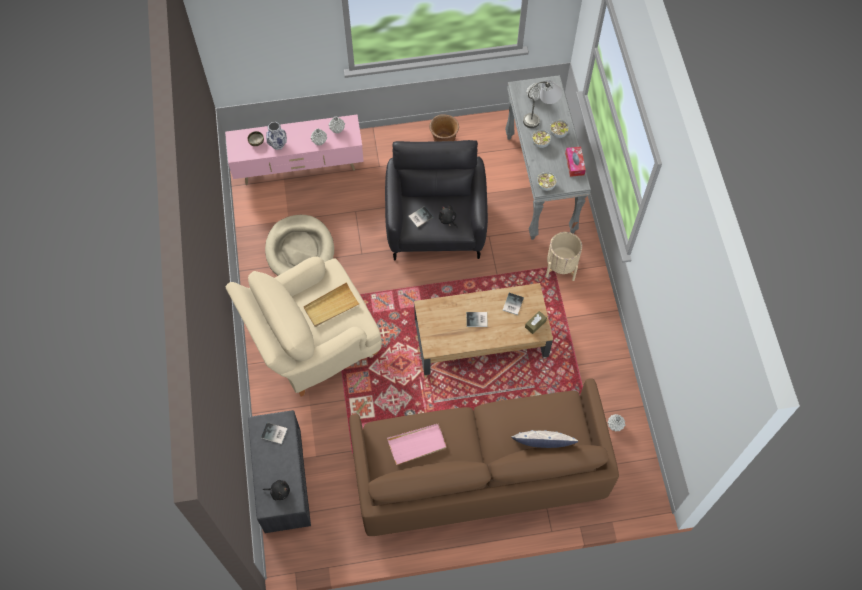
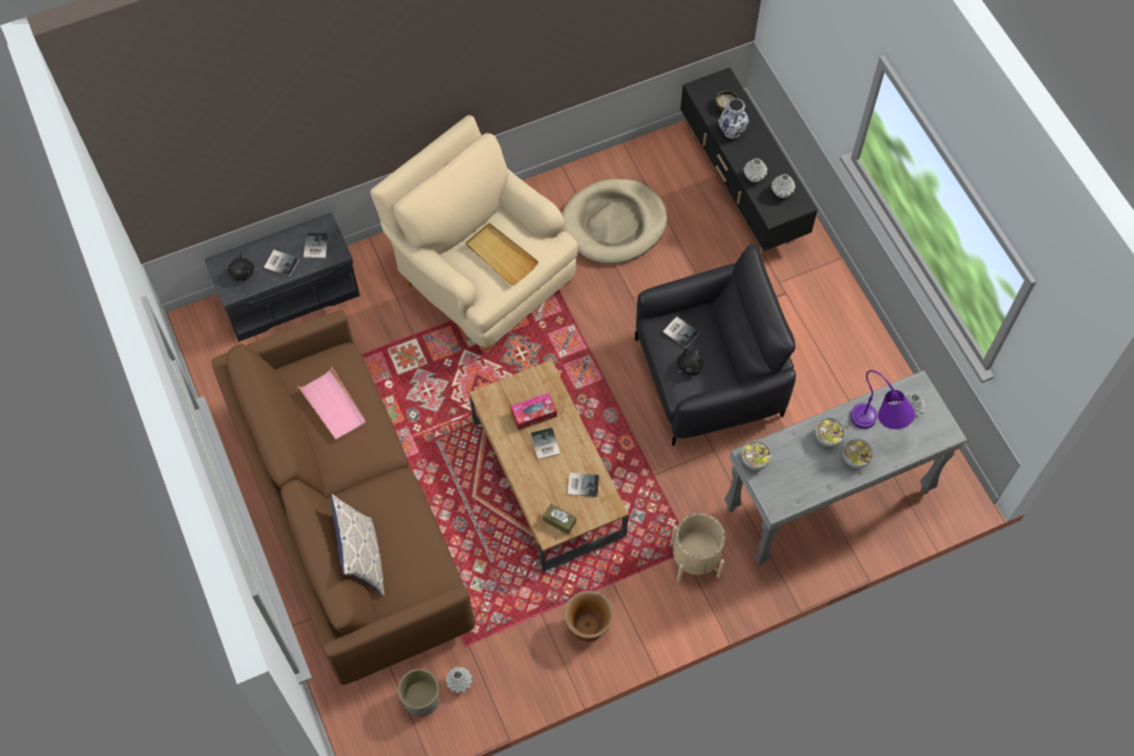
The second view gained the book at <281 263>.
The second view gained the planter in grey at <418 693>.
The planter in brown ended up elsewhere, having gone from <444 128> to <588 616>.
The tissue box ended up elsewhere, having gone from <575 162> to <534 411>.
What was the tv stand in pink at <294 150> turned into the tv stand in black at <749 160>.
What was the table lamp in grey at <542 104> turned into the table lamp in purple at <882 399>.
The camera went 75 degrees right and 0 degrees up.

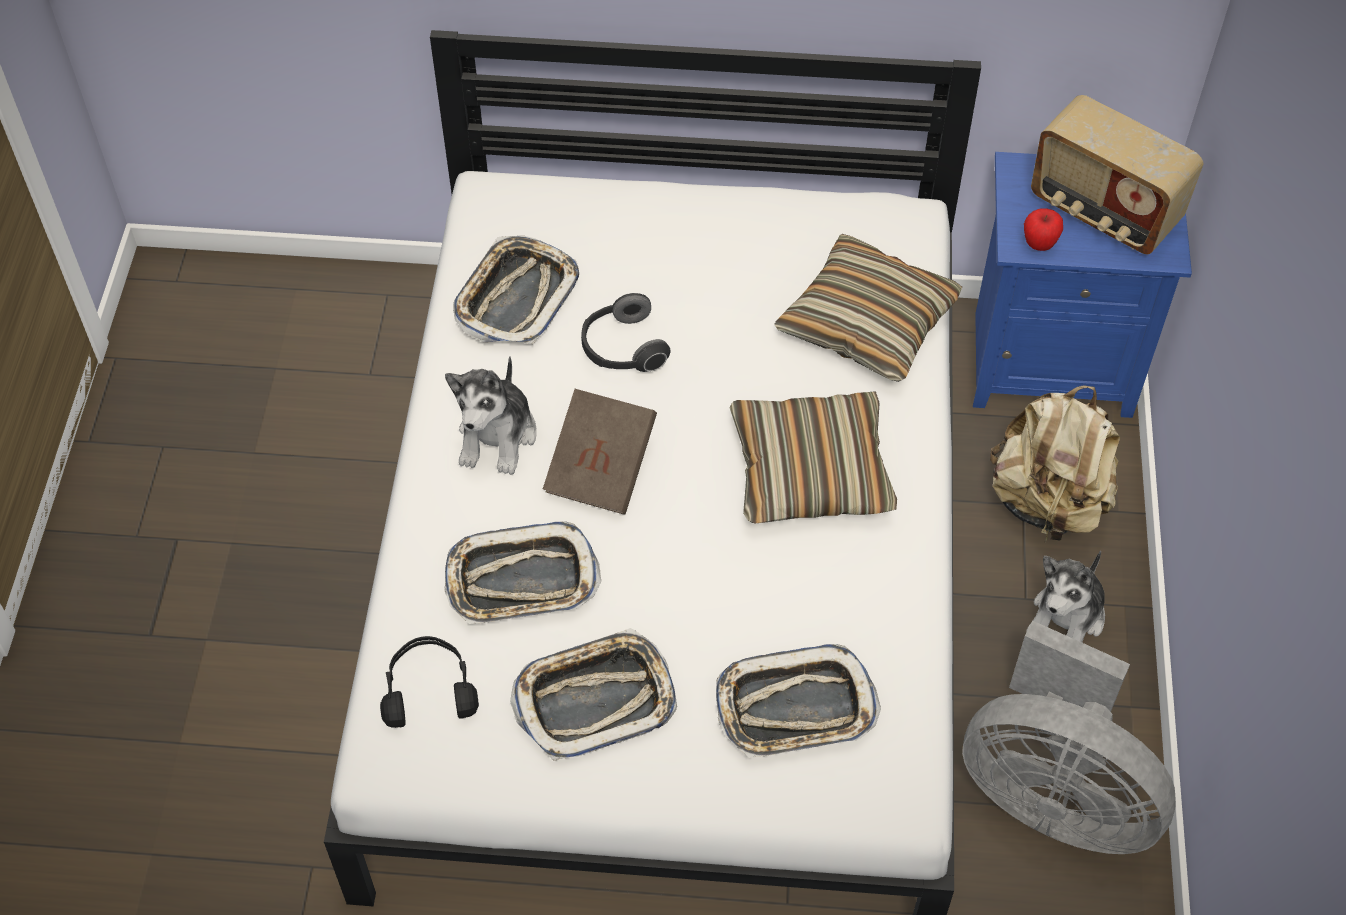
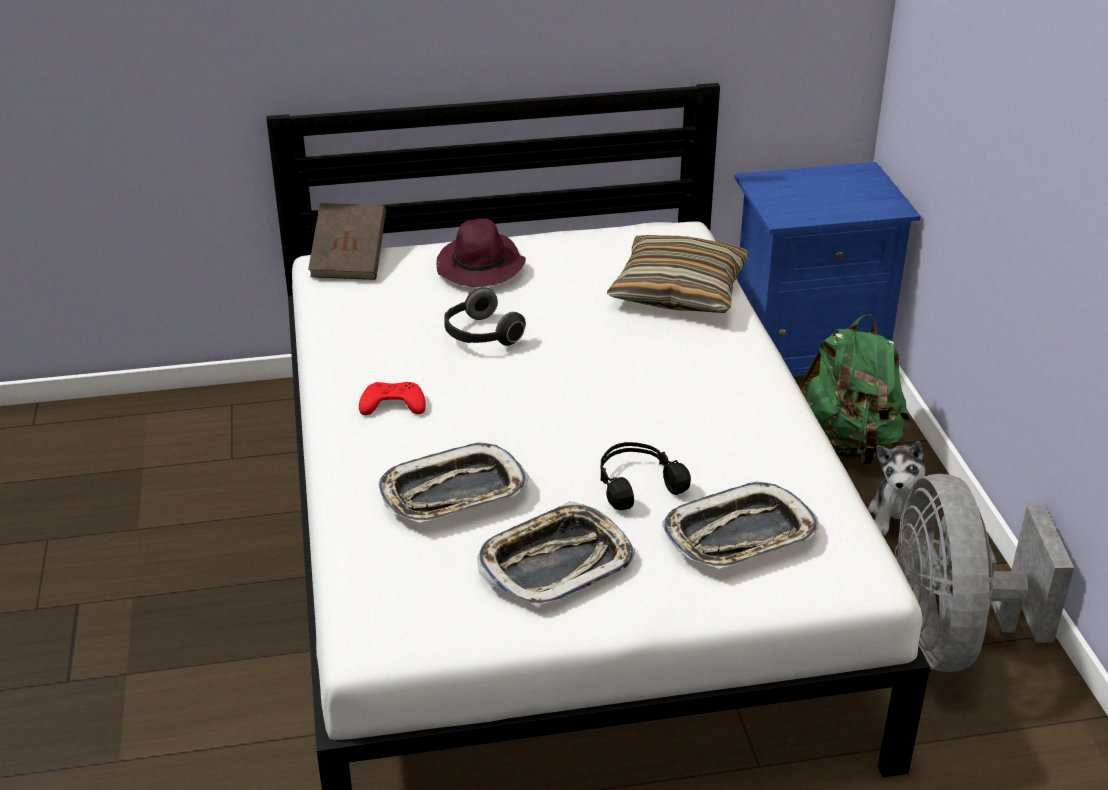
The second view lost the tray at <516 290>.
The second view lost the pillow at <813 457>.
The second view lost the apple at <1043 229>.
The second view lost the radio at <1117 174>.
The second view gained the hat in purple at <481 253>.
The headphones in black ended up elsewhere, having gone from <429 682> to <646 476>.
The book in brown ended up elsewhere, having gone from <600 452> to <347 241>.
Where the plush toy stood at <491 415>, the game controller in red came to stand at <392 398>.
What was the backpack in beige at <1055 463> turned into the backpack in green at <854 389>.
The fan in grey at <1069 737> ended up facing another way, 75 degrees clockwise from before.
The camera went 15 degrees left and 20 degrees down.

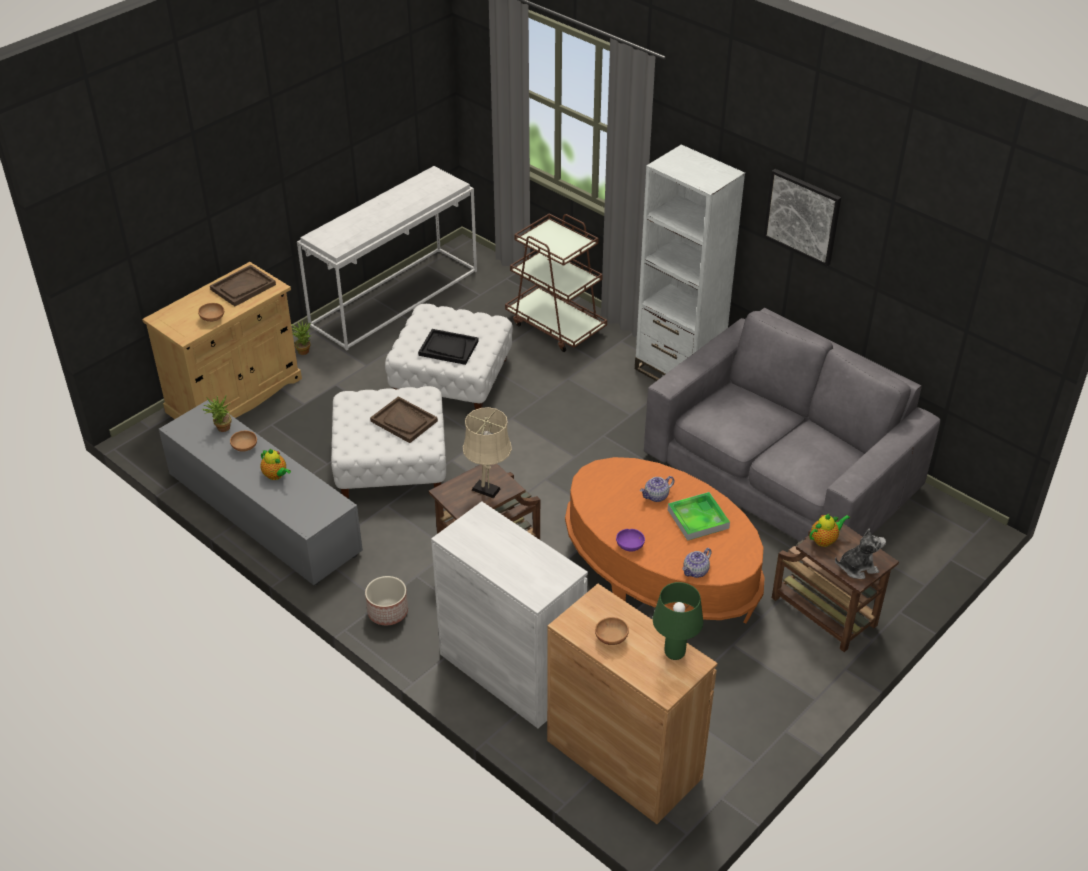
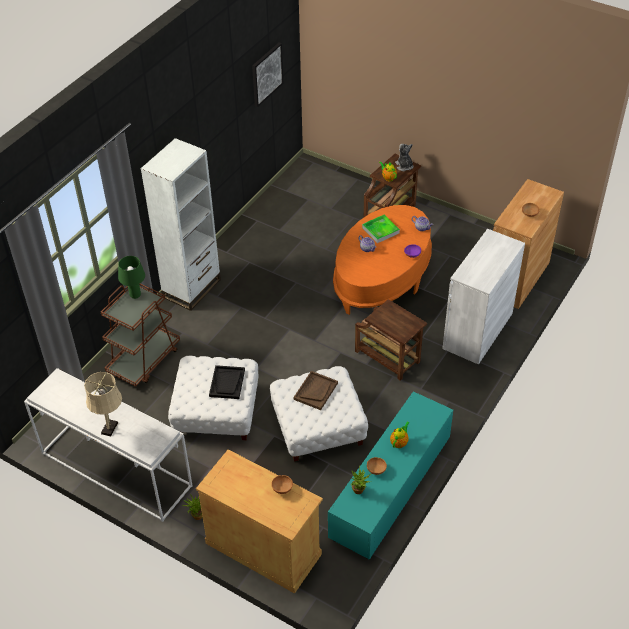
The second view lost the tray in brown at <243 285>.
The second view lost the planter at <386 600>.
The second view lost the sofa in grey at <792 424>.
The table lamp in beige ended up elsewhere, having gone from <487 453> to <103 404>.
The table lamp in green ended up elsewhere, having gone from <678 621> to <131 277>.
The picture ended up elsewhere, having gone from <802 217> to <267 74>.
What was the tv stand in grey at <261 492> turned into the tv stand in turquoise at <390 475>.
The camera went 100 degrees left and 5 degrees up.

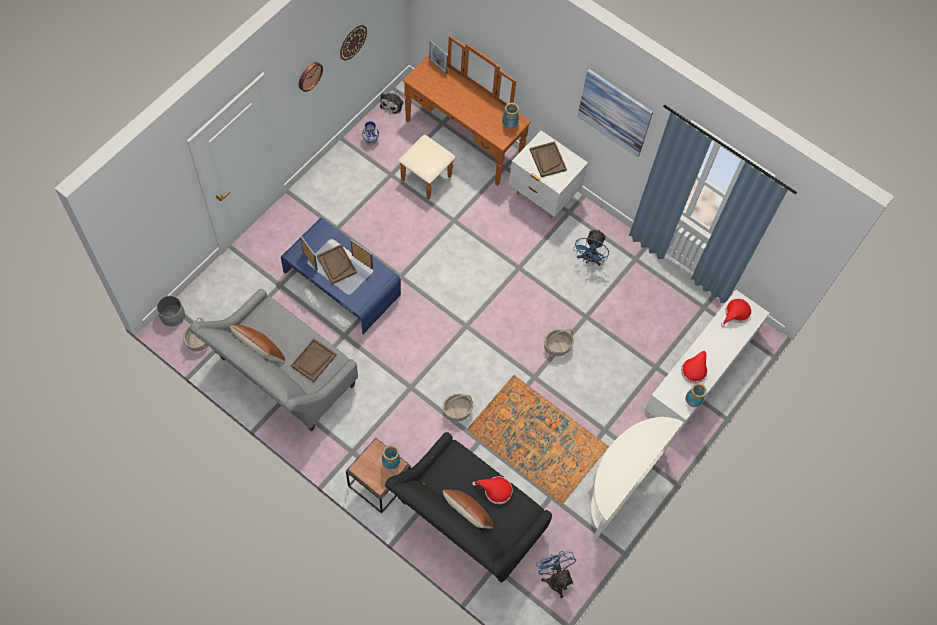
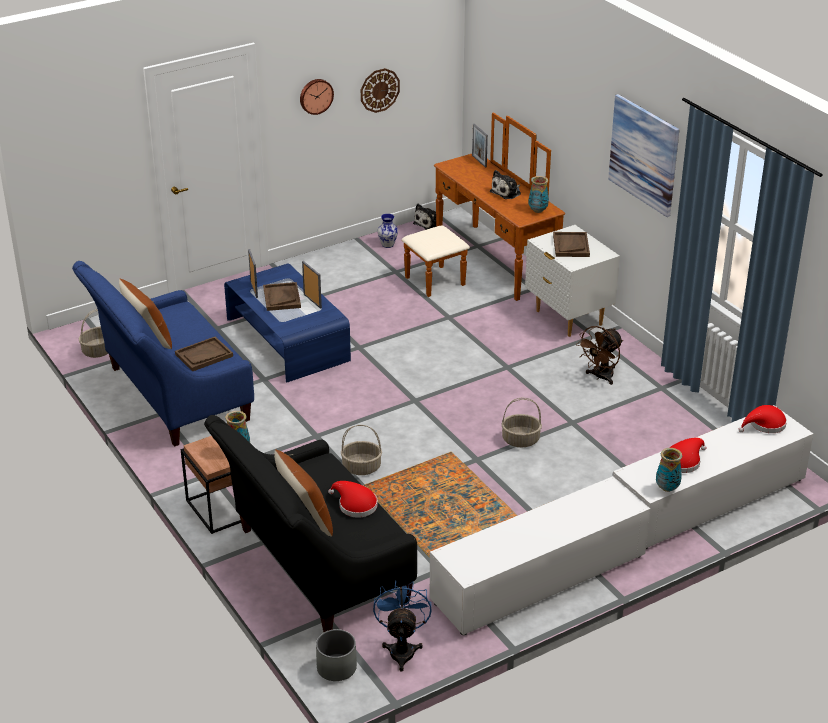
The second view gained the plush toy at <505 184>.
The planter in grey ended up elsewhere, having gone from <171 311> to <336 655>.
Where the console table in white stood at <636 478>, the tv stand in white came to stand at <540 555>.
What was the sofa in grey at <273 360> turned into the sofa in blue at <163 354>.
What was the fan in blue at <591 247> turned into the fan in brown at <599 355>.
The camera went 25 degrees right and 30 degrees down.

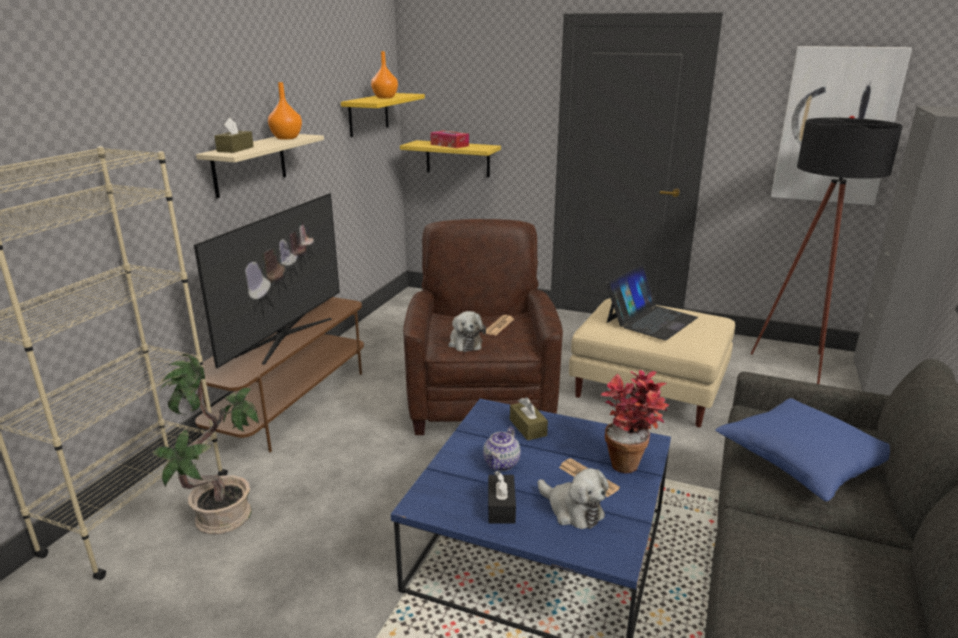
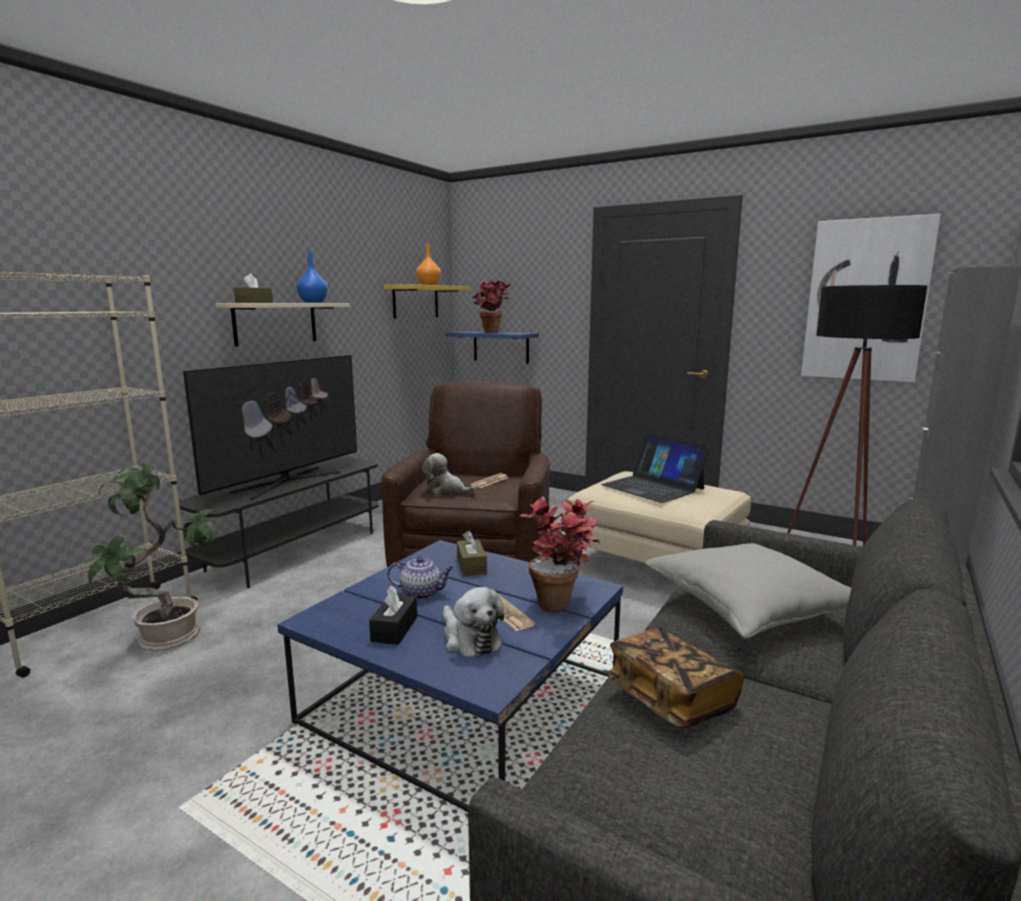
The second view gained the book at <675 678>.
Where the tissue box stood at <449 139>, the potted plant came to stand at <491 306>.
What was the tv stand in brown at <279 374> turned into the tv stand in grey at <279 522>.
What was the vase in orange at <285 111> turned into the vase in blue at <312 277>.
What was the shelf in yellow at <450 158> turned into the shelf in blue at <492 347>.
What was the pillow in blue at <802 450> turned into the pillow in grey at <748 591>.
The plush toy at <467 331> ended up facing another way, 120 degrees clockwise from before.
The teapot at <502 449> ended up facing another way, 120 degrees counterclockwise from before.
The laptop at <652 302> ended up facing another way, 90 degrees clockwise from before.
The camera went 10 degrees right and 10 degrees down.

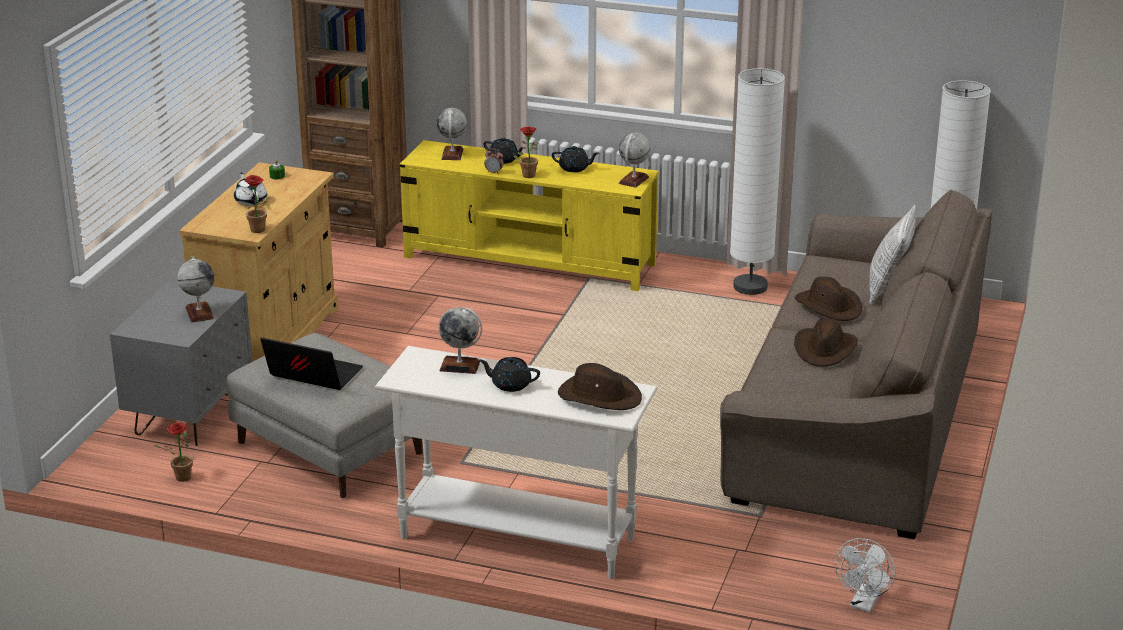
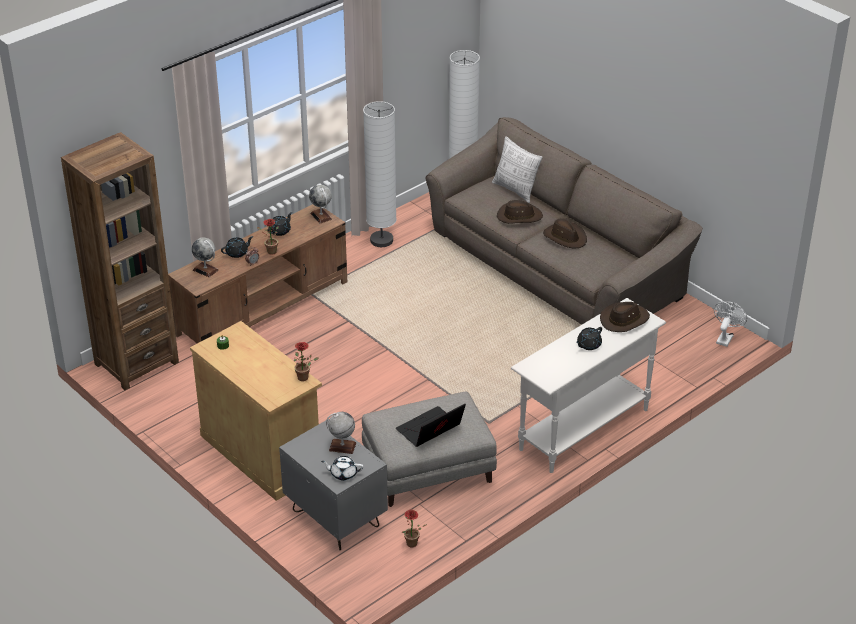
The second view lost the globe at <460 340>.
The teapot in white ended up elsewhere, having gone from <250 189> to <342 468>.
What was the tv stand in yellow at <529 215> turned into the tv stand in brown at <257 273>.
The fan in white at <865 575> ended up facing another way, 120 degrees counterclockwise from before.
The camera went 60 degrees left and 10 degrees up.

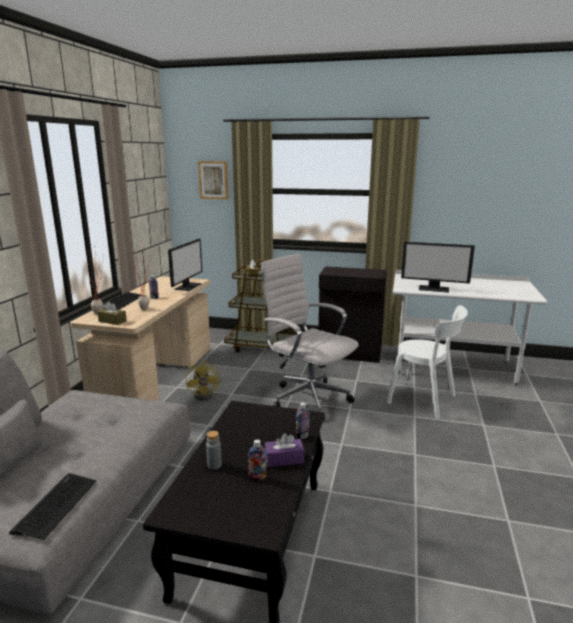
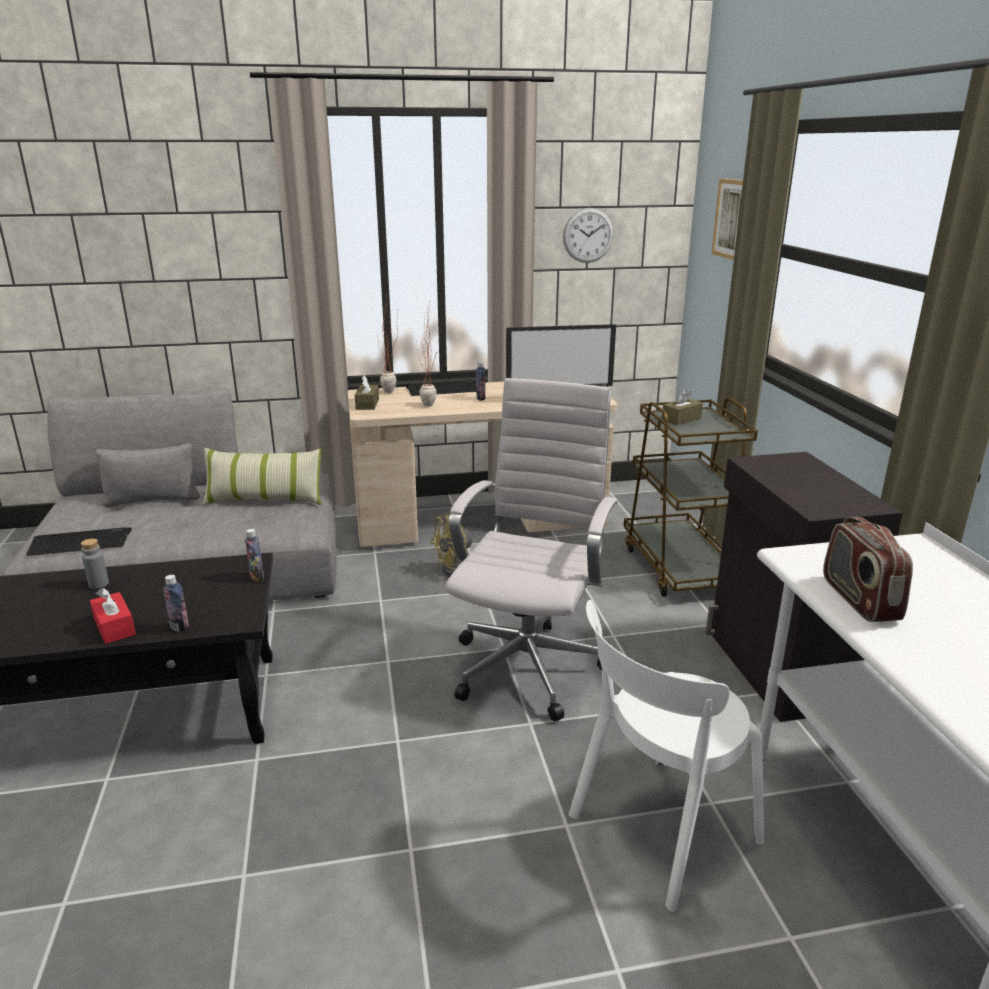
The second view gained the pillow at <262 476>.
The second view gained the wall clock at <588 235>.
The bottle ended up elsewhere, having gone from <257 460> to <254 555>.
Where the monitor stood at <438 267>, the radio came to stand at <868 569>.
What was the tissue box in purple at <285 450> turned into the tissue box in red at <113 616>.
The chair in white at <427 362> ended up facing another way, 45 degrees clockwise from before.
The camera went 65 degrees right and 5 degrees up.

